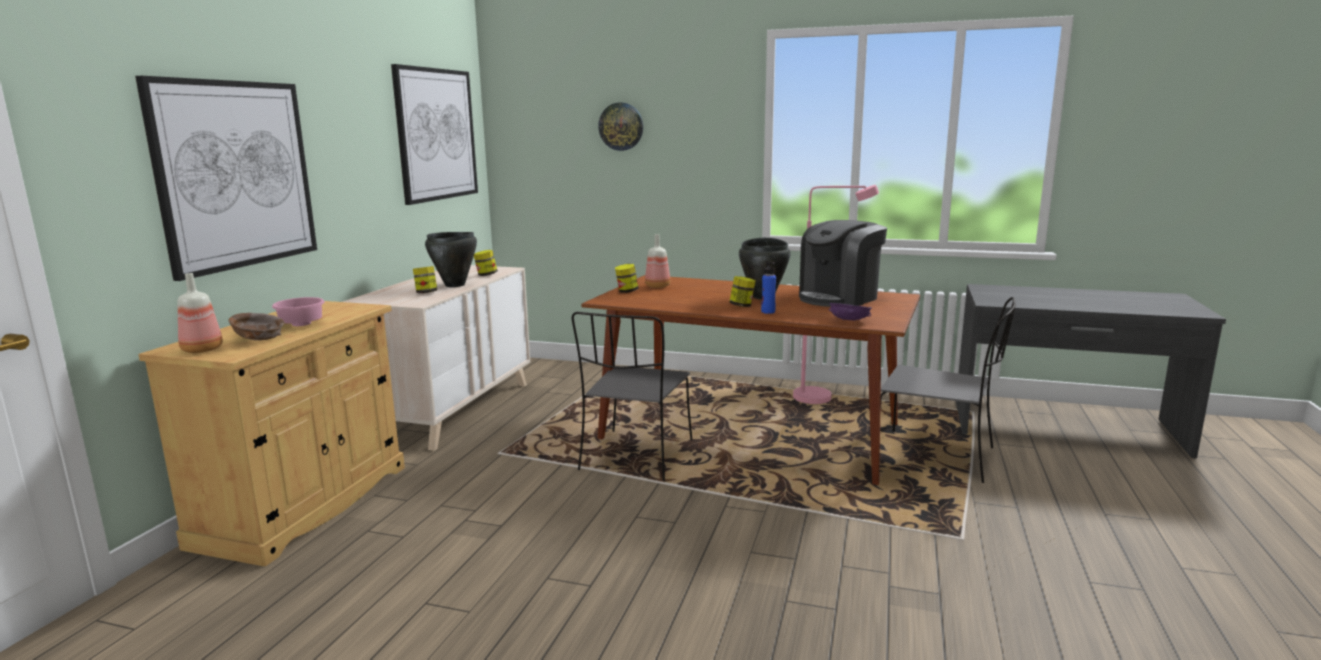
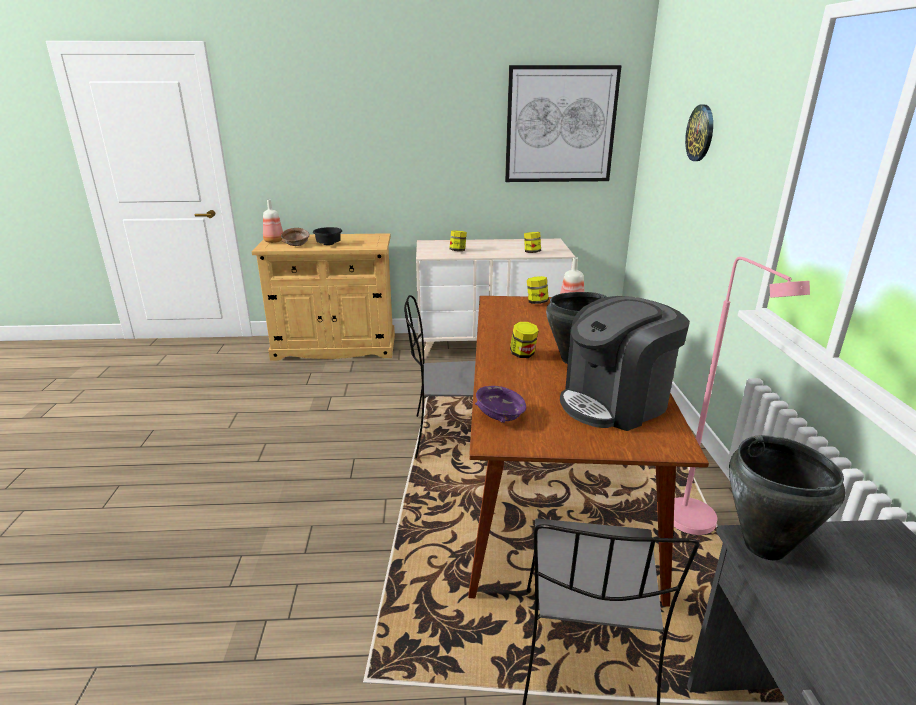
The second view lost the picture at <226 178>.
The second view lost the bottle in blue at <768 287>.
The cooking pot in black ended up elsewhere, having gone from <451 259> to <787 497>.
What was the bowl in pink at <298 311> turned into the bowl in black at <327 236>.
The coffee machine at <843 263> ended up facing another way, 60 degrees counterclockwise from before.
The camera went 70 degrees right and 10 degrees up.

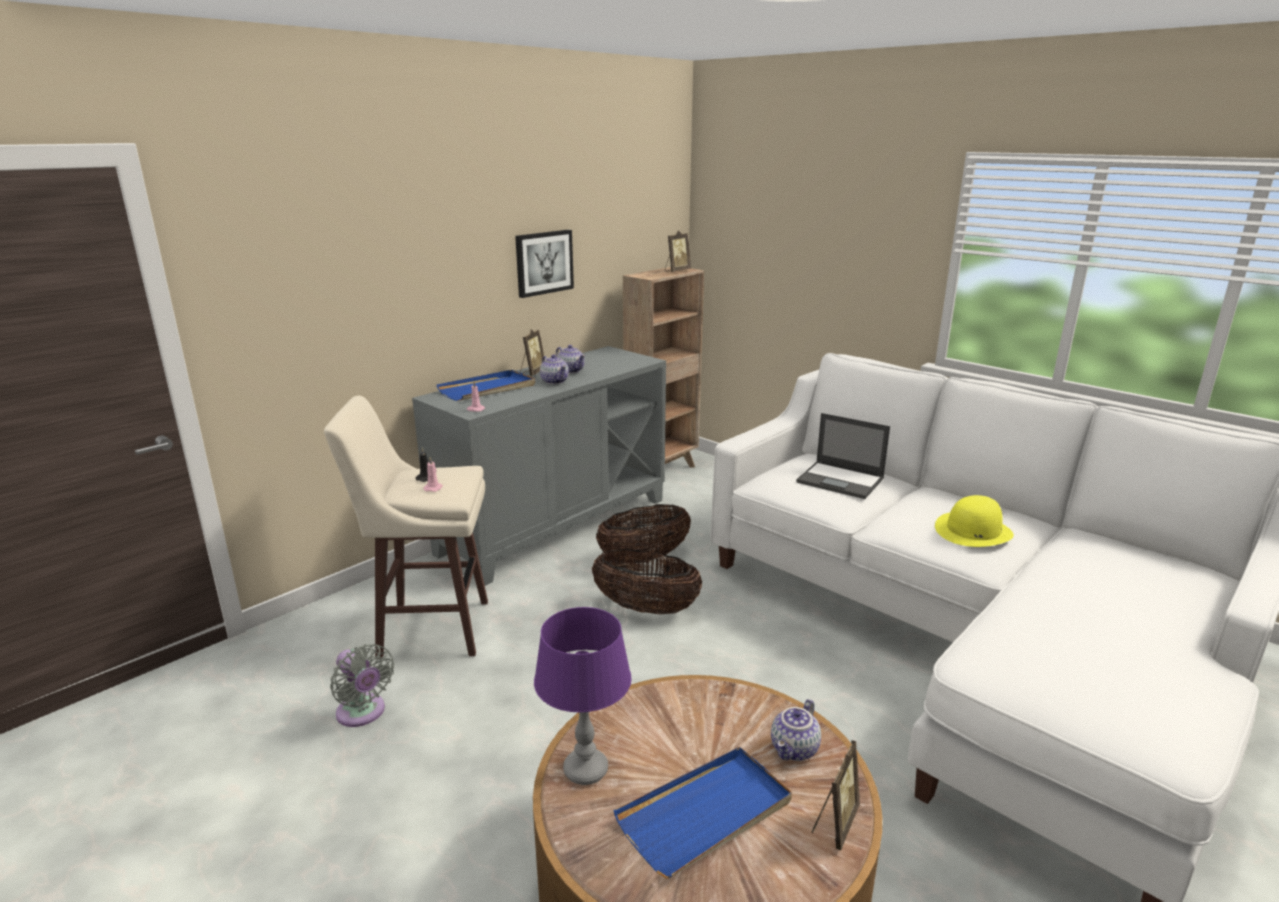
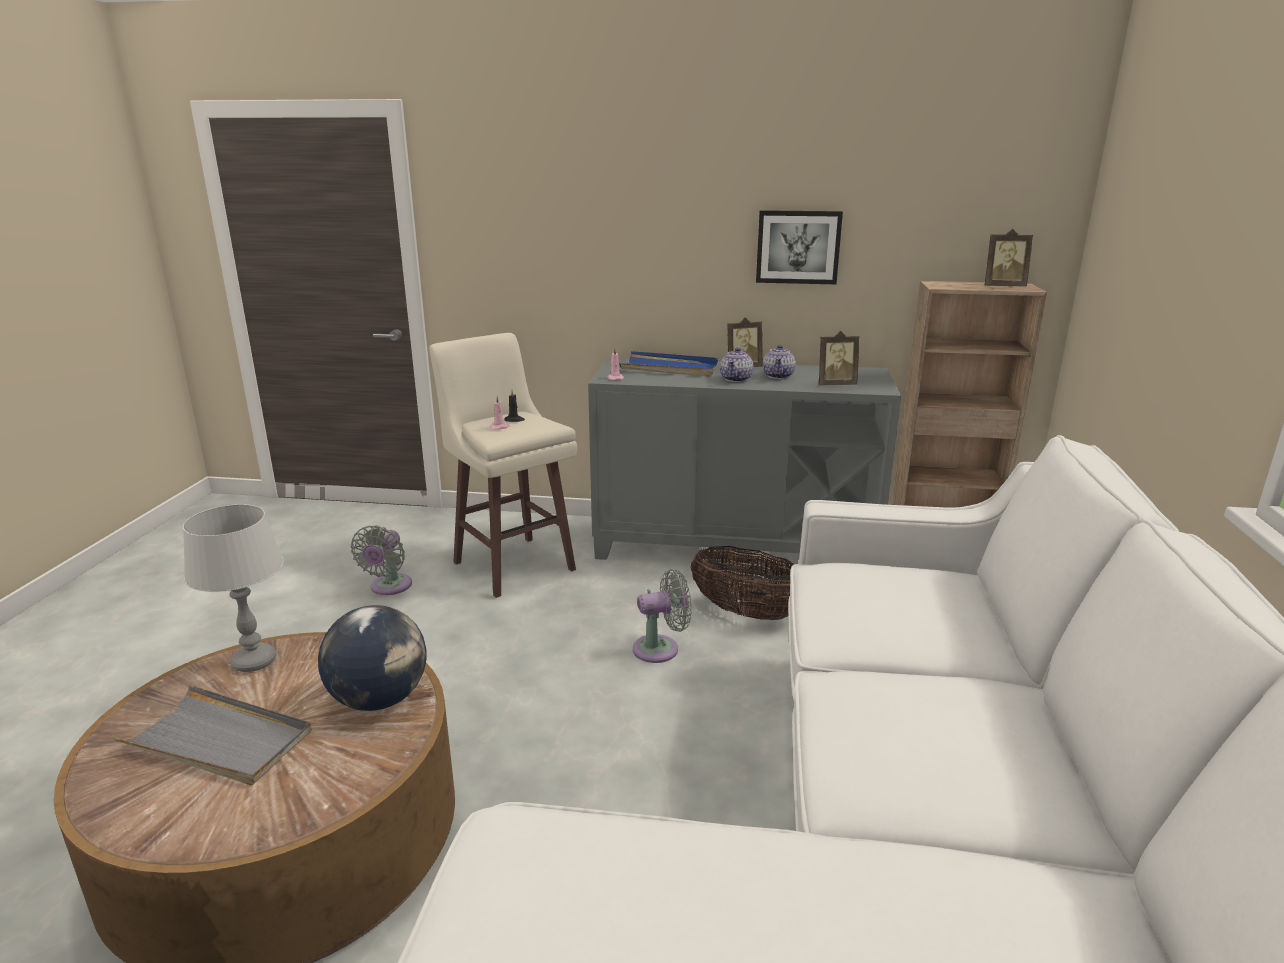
The second view lost the teapot at <796 730>.
The second view lost the laptop at <843 456>.
The second view lost the hat in yellow at <974 521>.
The second view gained the globe at <372 658>.
The picture frame ended up elsewhere, having gone from <836 795> to <839 358>.
Where the basket stood at <647 581>, the fan in grey came to stand at <662 616>.
What was the table lamp in purple at <583 696> turned into the table lamp in grey at <233 588>.
What was the tray in blue at <702 813> turned into the tray in grey at <213 735>.
The camera went 55 degrees right and 0 degrees up.

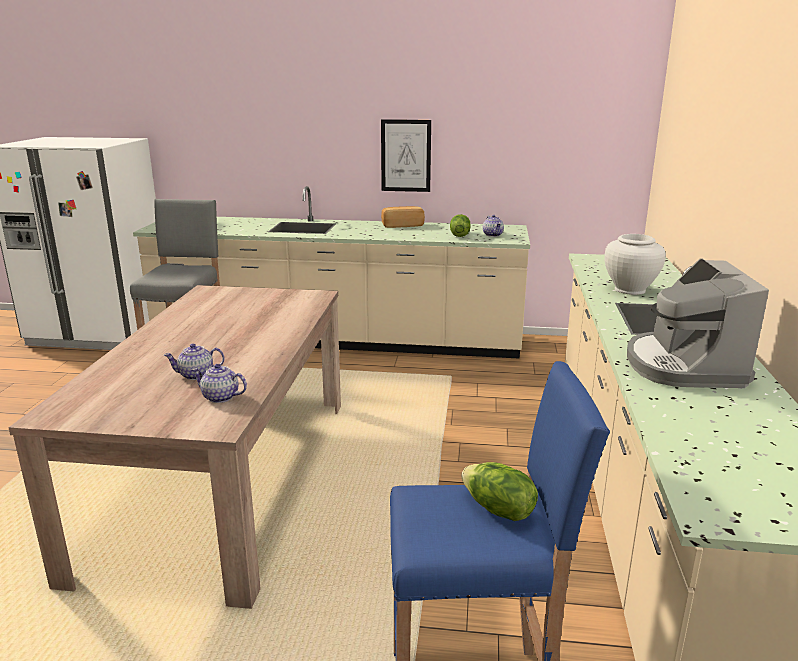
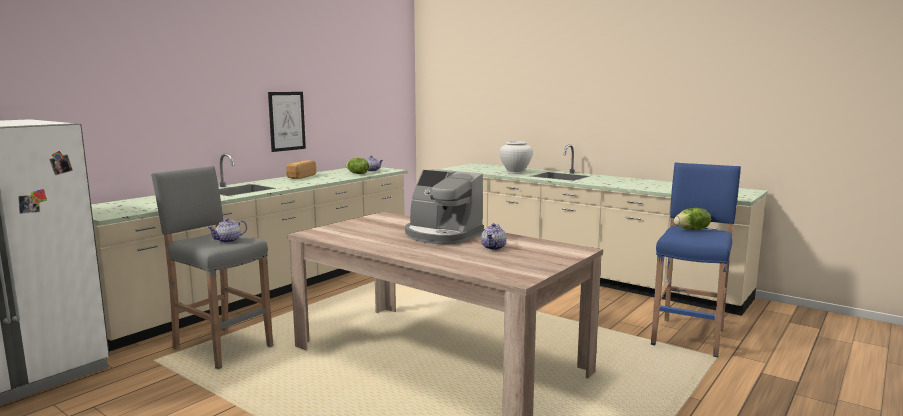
The teapot ended up elsewhere, having gone from <219 383> to <227 230>.
The coffee machine ended up elsewhere, having gone from <698 323> to <444 206>.
The camera went 60 degrees left and 10 degrees down.

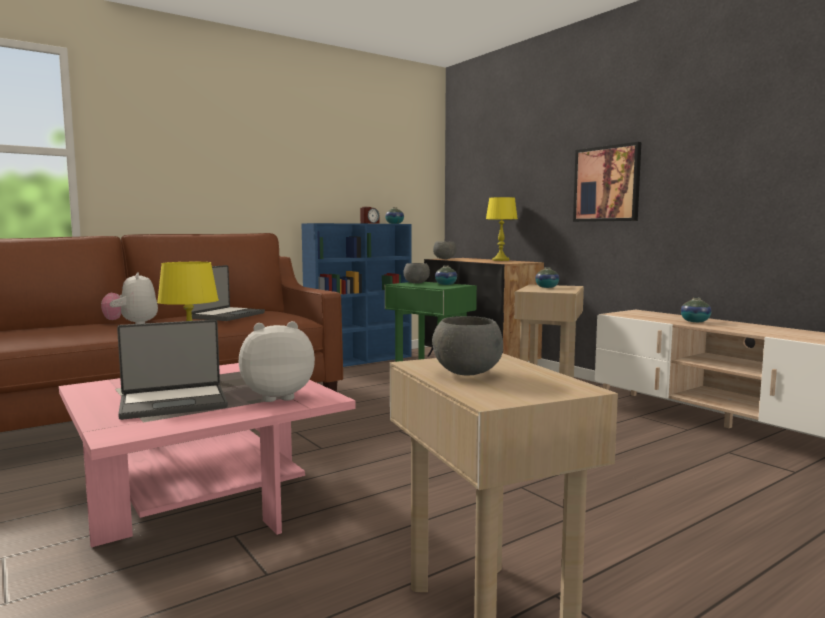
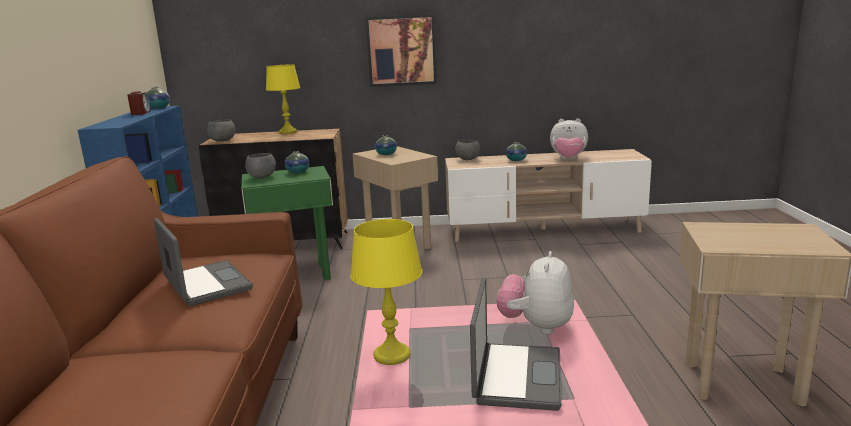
The plush toy ended up elsewhere, having gone from <129 298> to <569 139>.
The bowl in grey ended up elsewhere, having gone from <467 346> to <467 149>.
The camera went 55 degrees left and 10 degrees up.

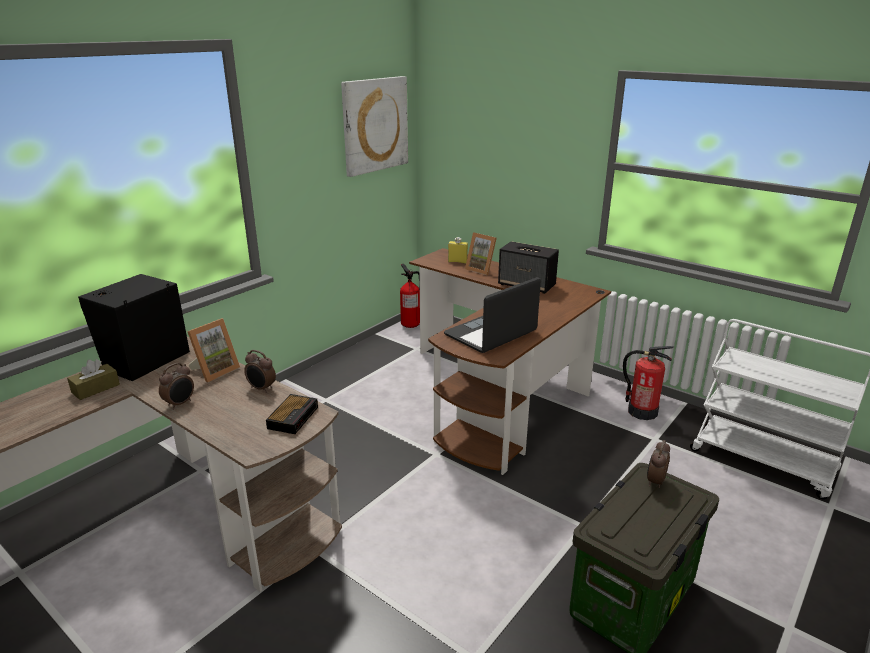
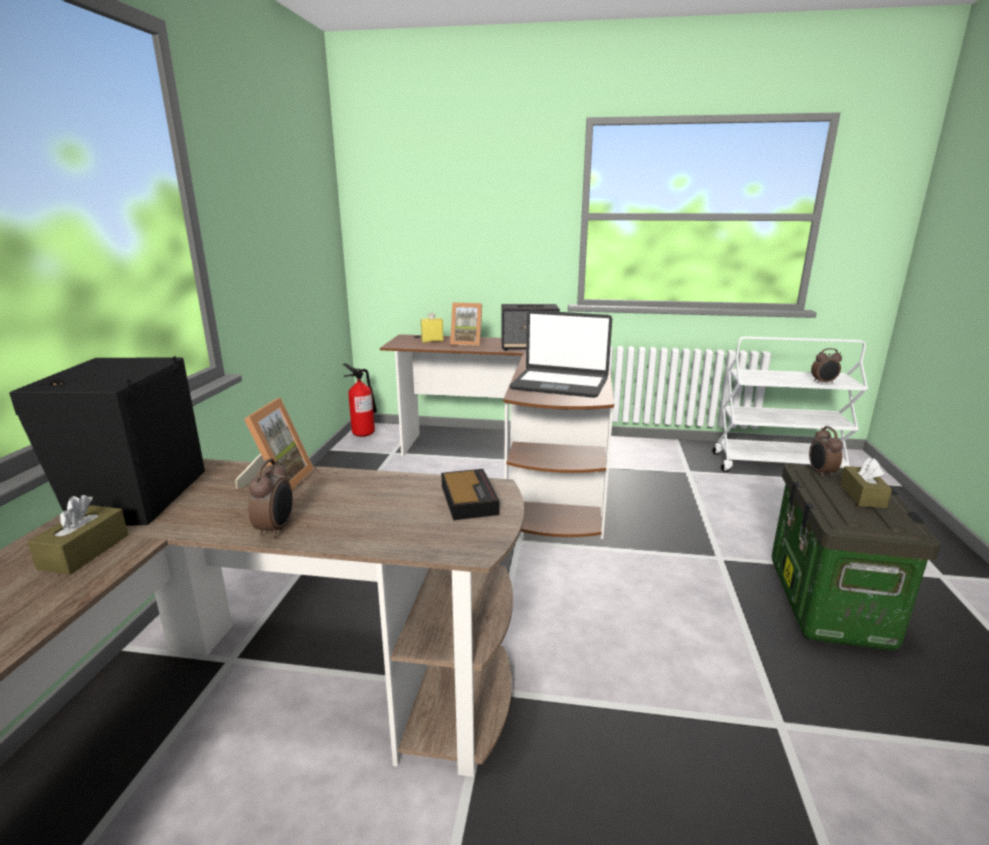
The second view lost the picture at <374 126>.
The second view lost the fire extinguisher at <648 383>.
The second view gained the tissue box in brown at <866 483>.
The alarm clock ended up elsewhere, having gone from <260 371> to <826 366>.
The laptop at <492 315> ended up facing another way, 90 degrees counterclockwise from before.
The camera went 30 degrees left and 5 degrees down.

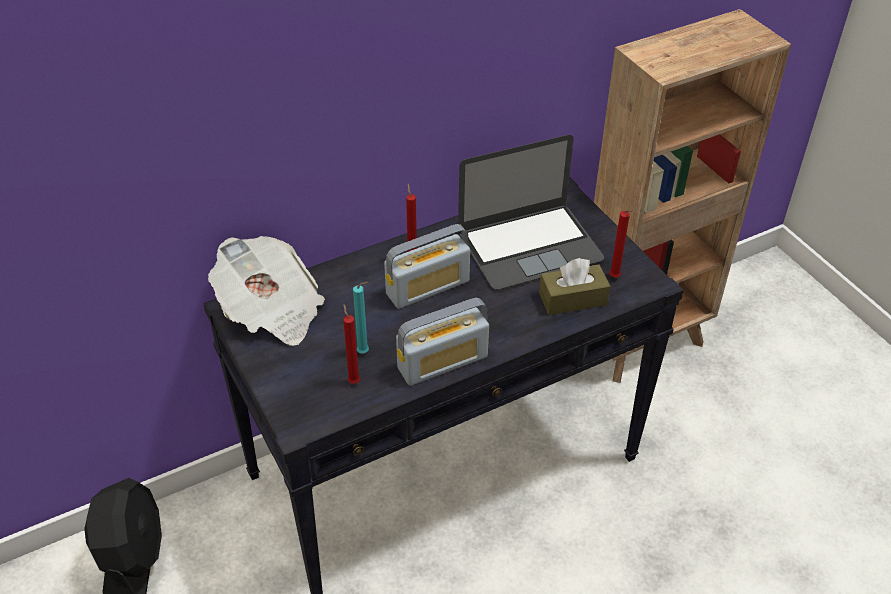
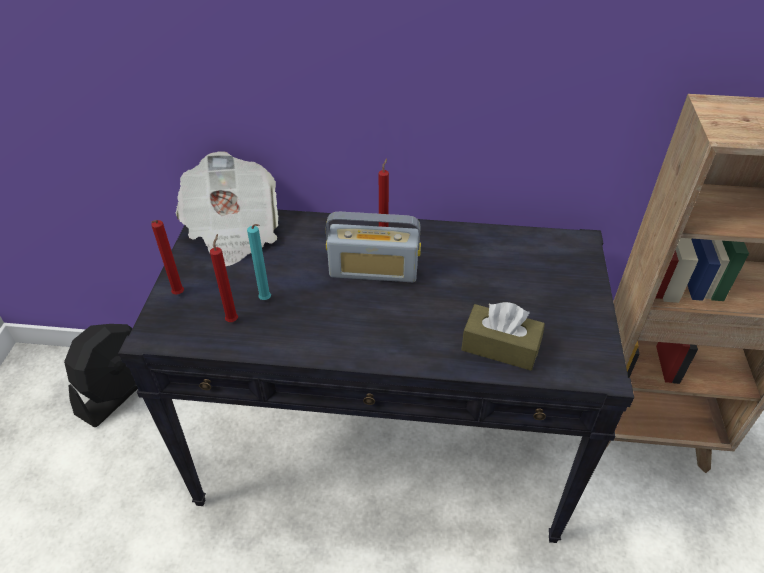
The second view lost the radio at <442 342>.
The second view lost the laptop at <531 212>.
The candle in red ended up elsewhere, having gone from <621 243> to <167 257>.
The camera went 35 degrees right and 0 degrees up.

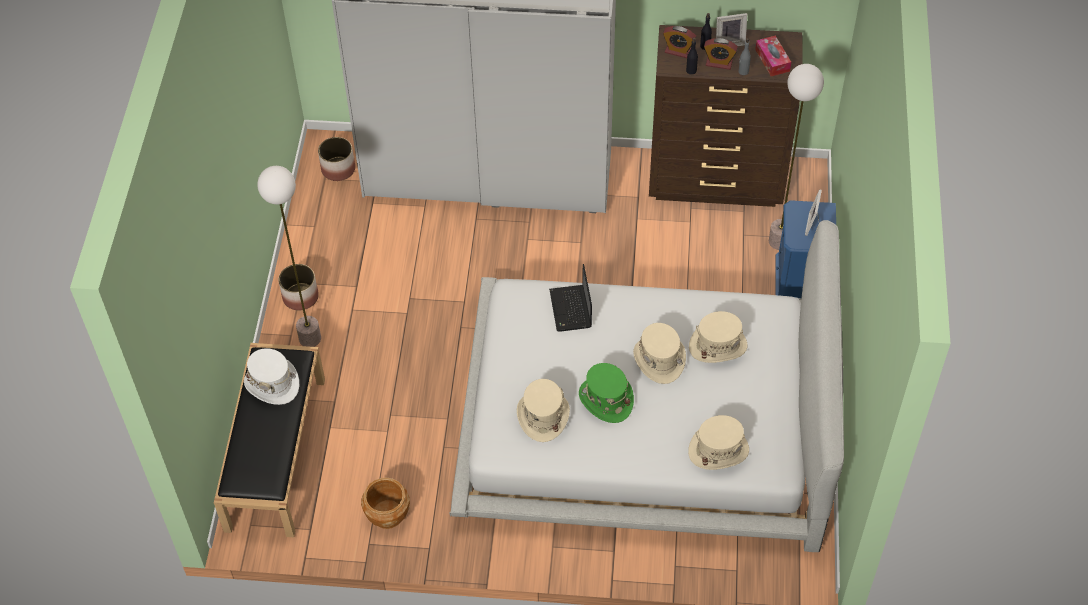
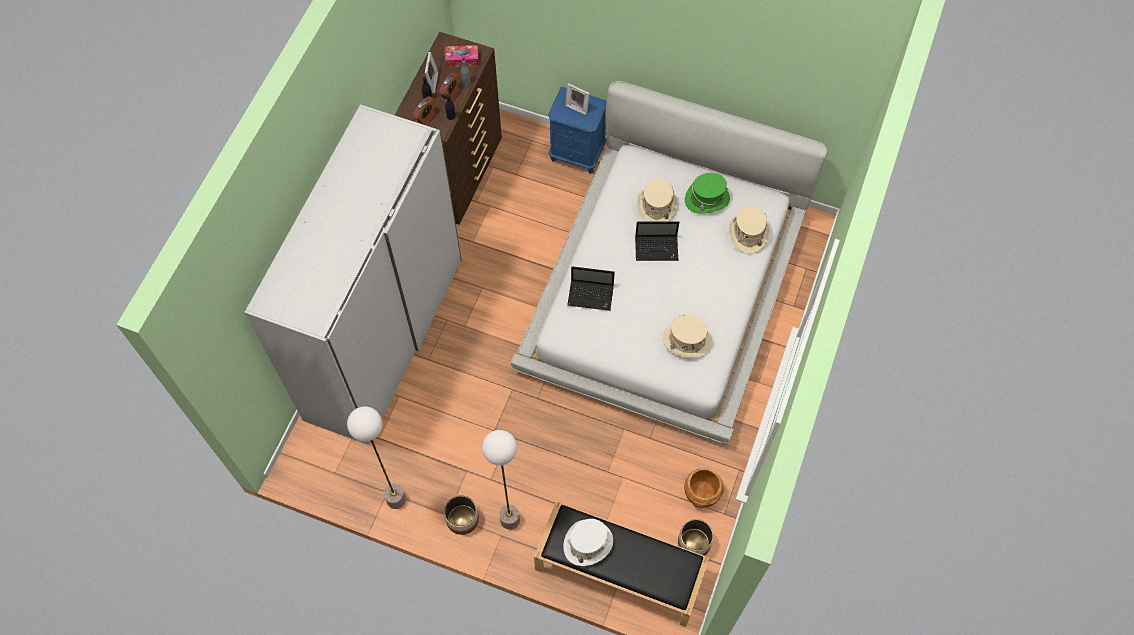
The planter ended up elsewhere, having gone from <336 159> to <696 537>.
The hat in green ended up elsewhere, having gone from <606 393> to <707 193>.
The floor lamp ended up elsewhere, having gone from <796 157> to <376 457>.
Where the hat in beige stood at <659 353>, the laptop came to stand at <657 241>.
The camera went 75 degrees left and 10 degrees up.

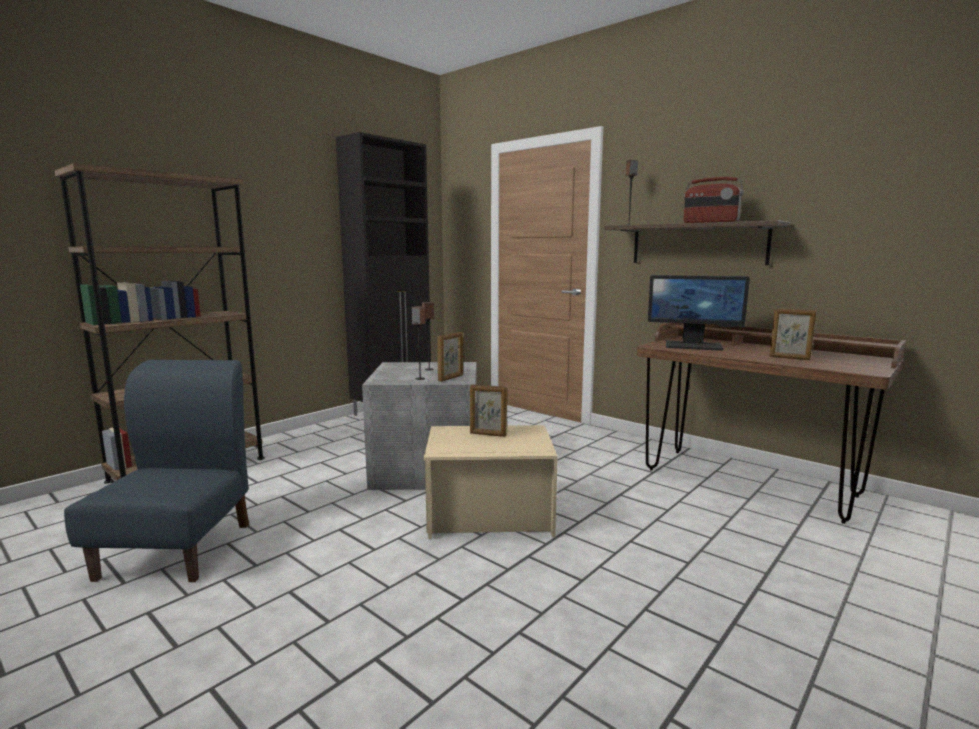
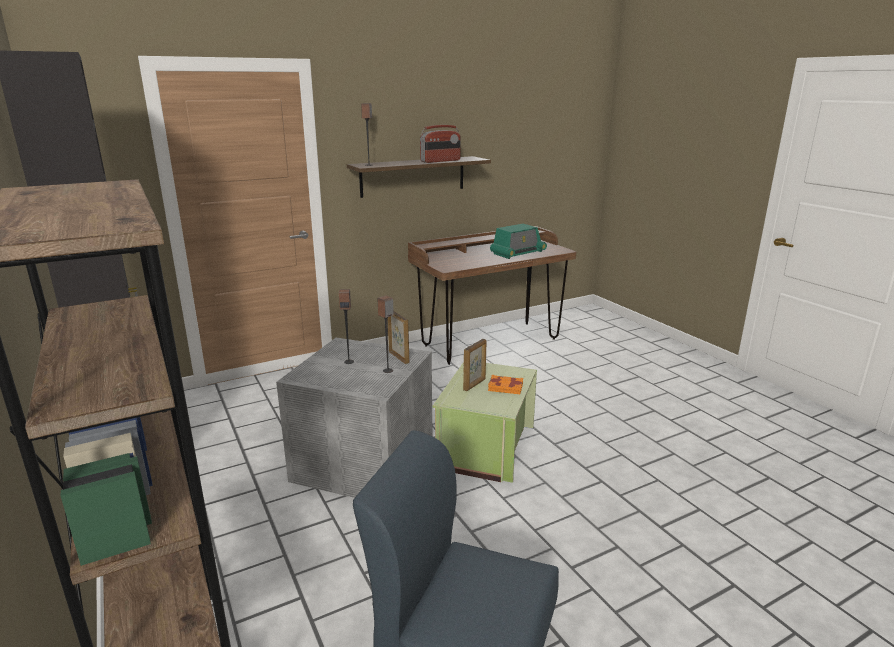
The second view lost the monitor at <699 313>.
The second view gained the book in orange at <505 384>.
Where the picture frame stood at <793 334>, the radio came to stand at <518 241>.
What was the storage box in beige at <491 482> turned into the storage box in green at <484 422>.
The camera went 70 degrees left and 10 degrees up.

